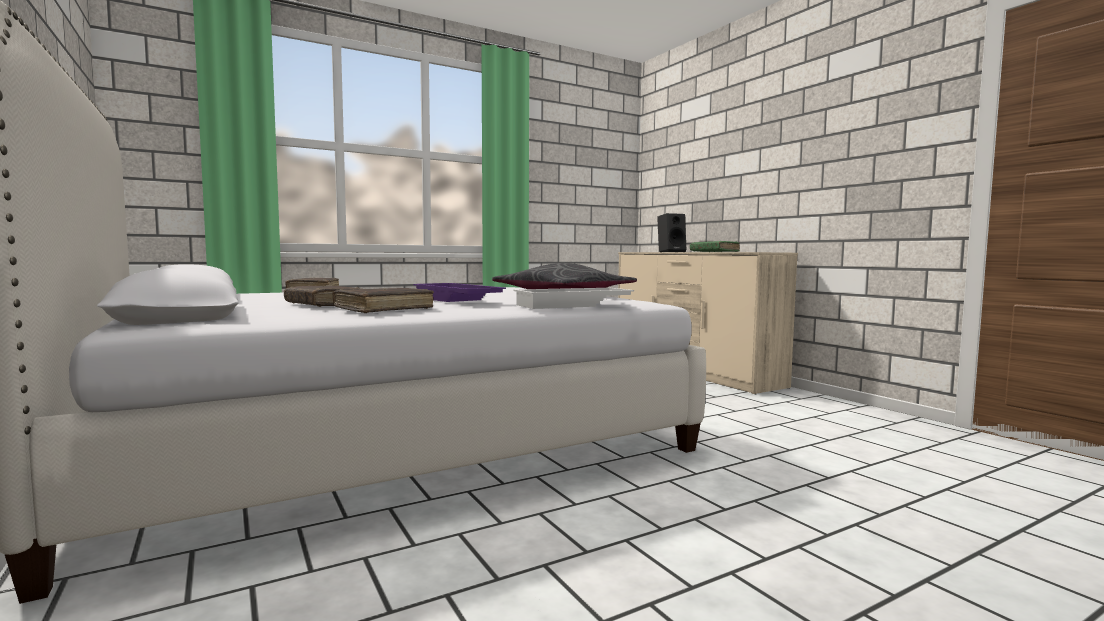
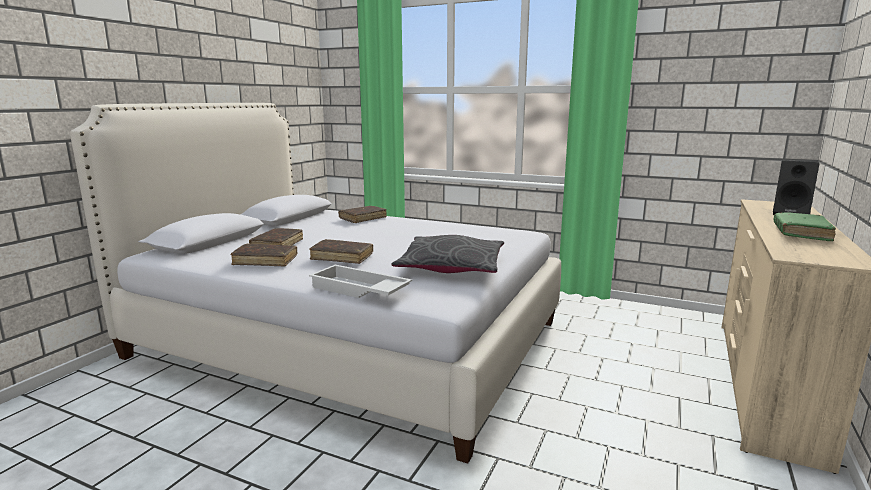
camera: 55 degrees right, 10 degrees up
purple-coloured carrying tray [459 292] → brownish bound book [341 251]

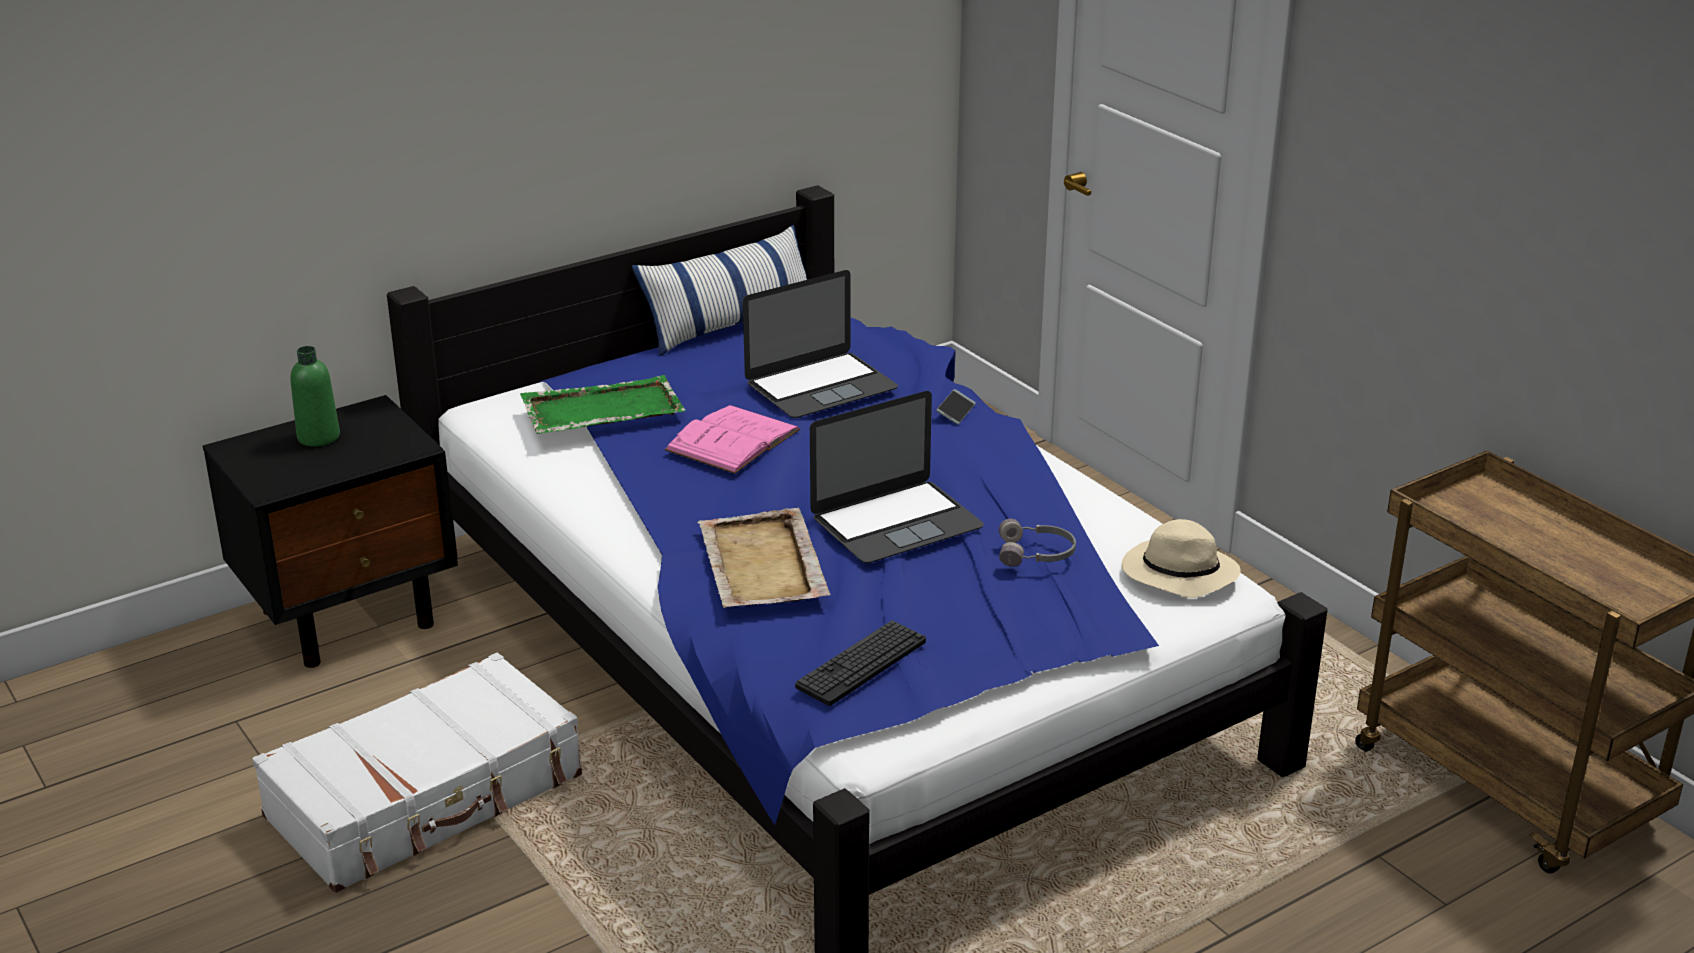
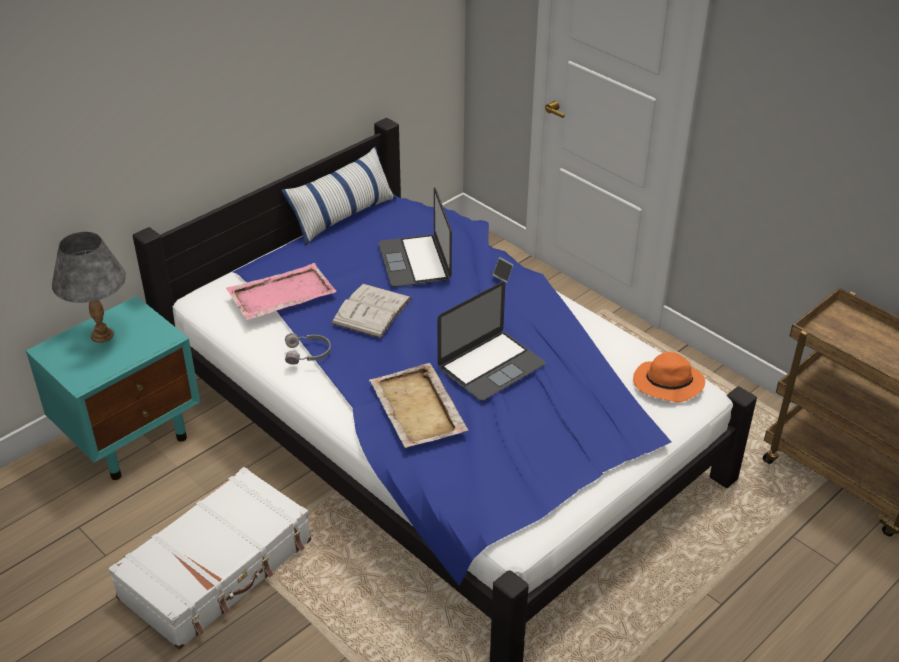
camera: 10 degrees left, 10 degrees up
blackish bedside table [330 531] → turquoise bedside table [113 388]
green-coloured bottle [315 396] → gray lamp for a table [89 287]
green-coloured carrying tray [602 404] → pink carrying tray [281 291]
pink bound book [732 439] → whitish bound book [371 311]
portable computer [820 344] → portable computer [415 237], 120 degrees clockwise
PC keyboard [860 663] → -
gray pair of headphones [1037 543] → gray pair of headphones [308 349], move
sand-coloured hat [1181 558] → orange hat [669 377]

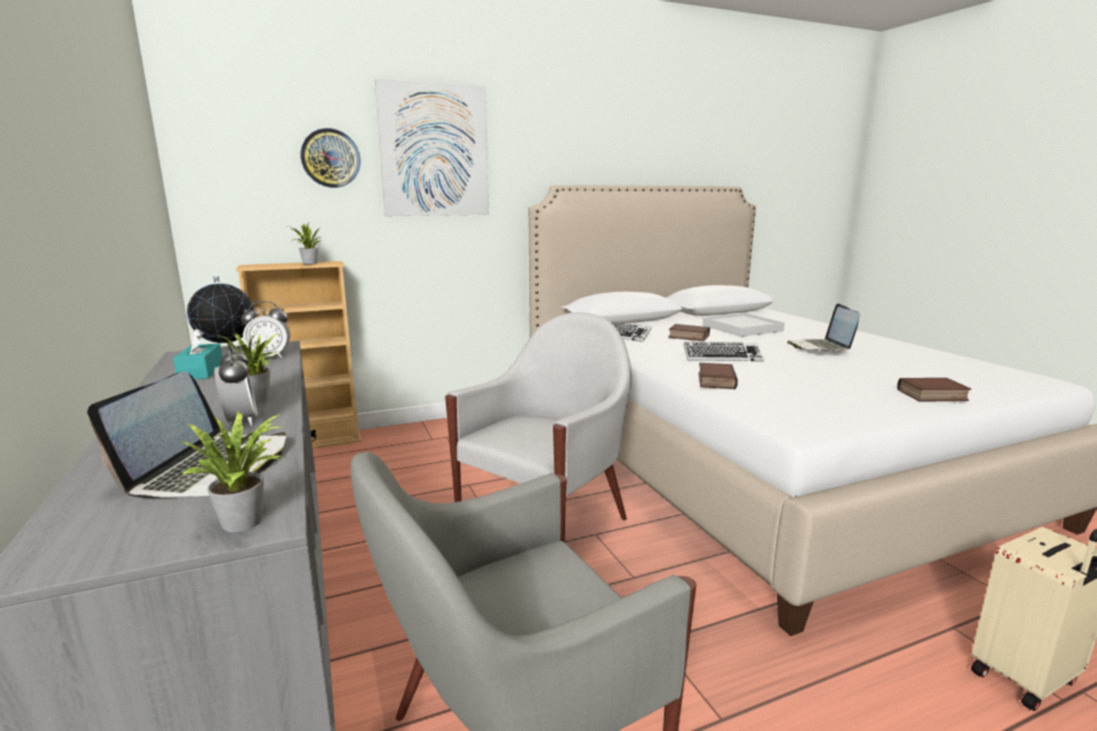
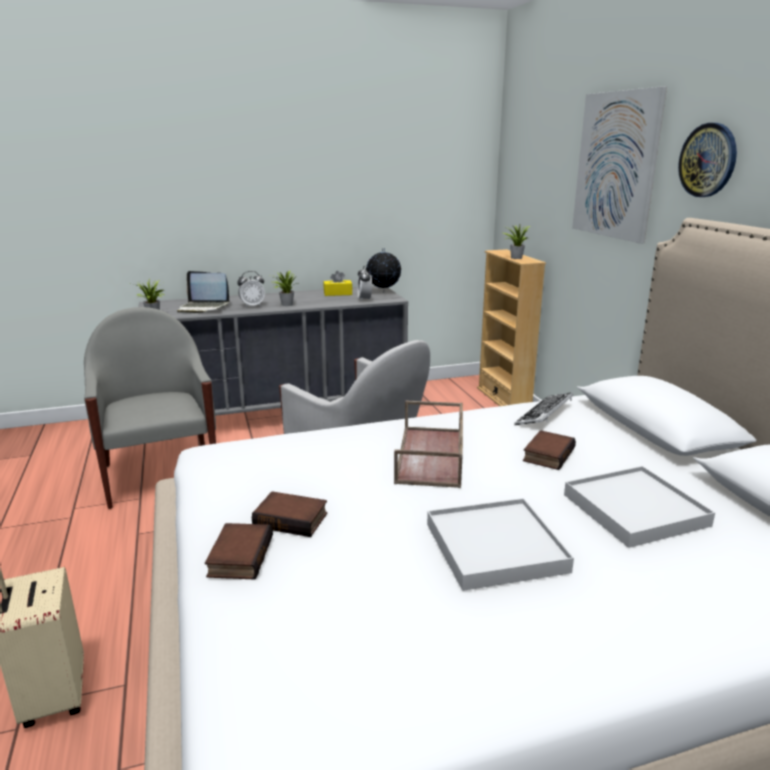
camera: 95 degrees right, 5 degrees up
turquoise tissue box [197 354] → yellowish tissue box [337 283]
hanging clock [330 158] → hanging clock [707 160], move
PC keyboard [724 351] → brownish carrying tray [428 444]
bound book [718 376] → bound book [289 514], move
portable computer [823 328] → whitish carrying tray [500 544]

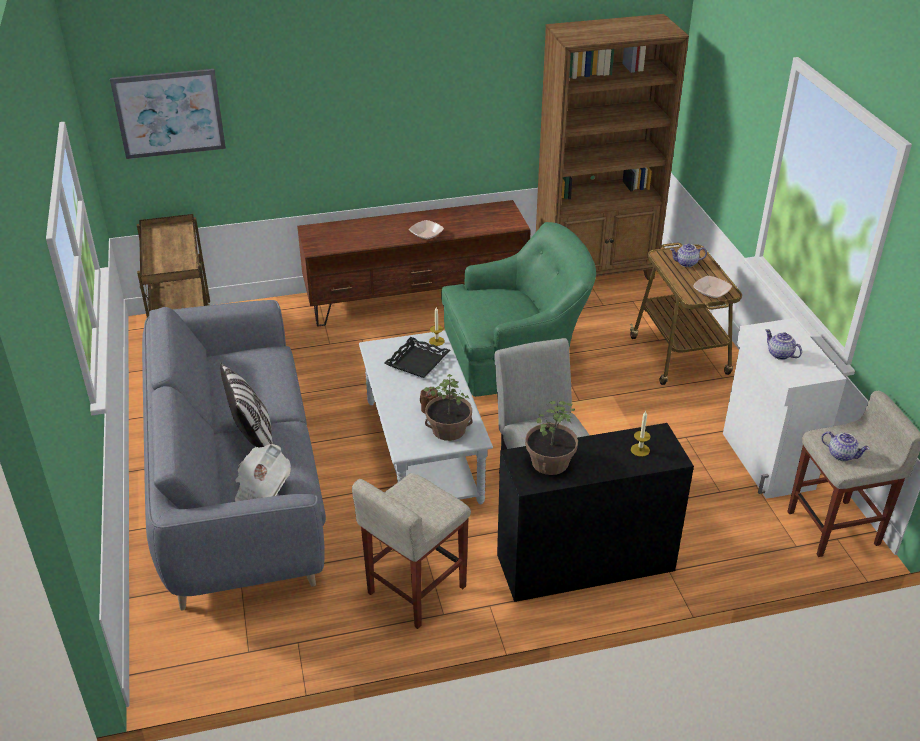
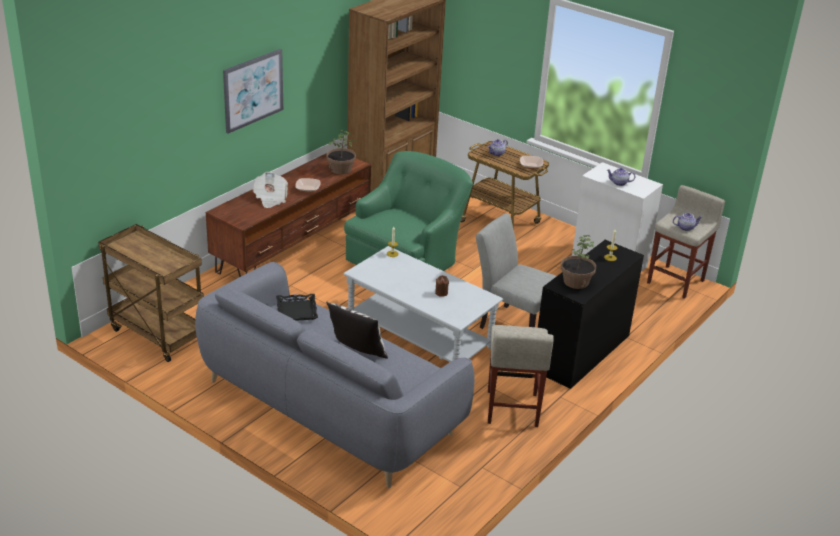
camera: 40 degrees left, 5 degrees down
wall art [168 114] → wall art [253 91], move
printed paper [263 473] → printed paper [270 190], move
blackish carrying tray [417 357] → blackish carrying tray [297 307], move
potted plant [448 407] → potted plant [341 152], move

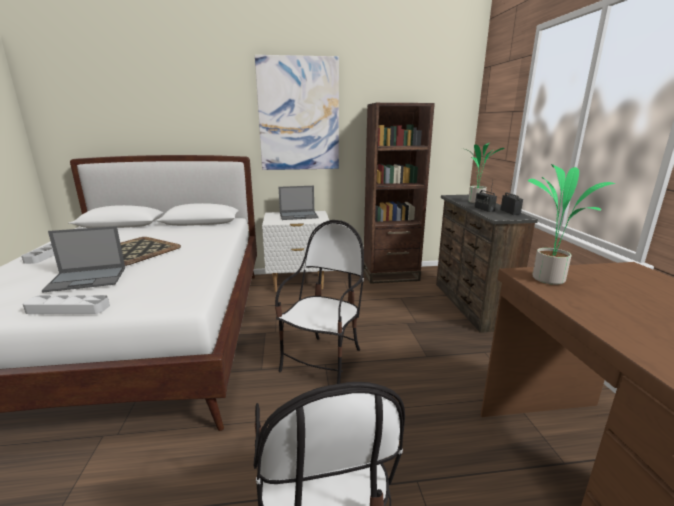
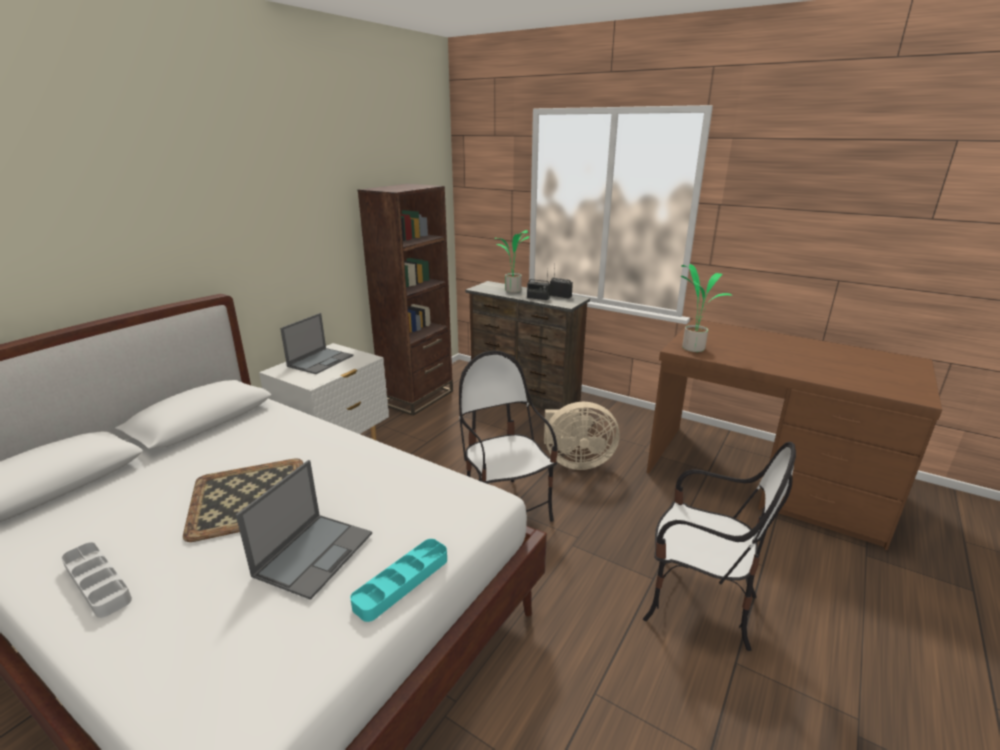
camera: 50 degrees left, 5 degrees up
gray carrying tray [66 304] → turquoise carrying tray [398 580]
wall art [297 112] → -
- → sand-coloured cooling fan [581 436]

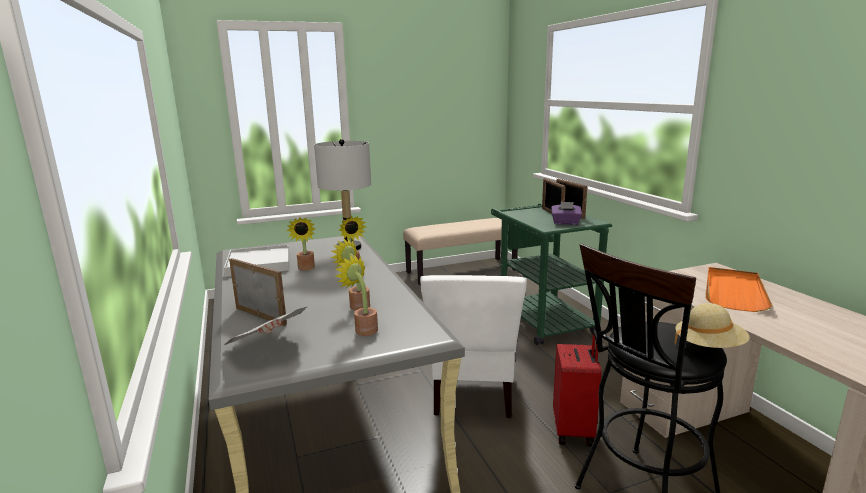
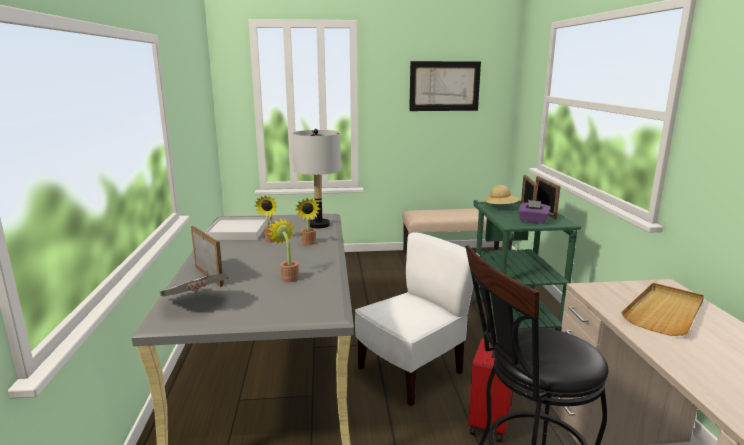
camera: 15 degrees right, 0 degrees up
potted plant [357 295] → -
whitish chair [473 346] → whitish chair [417 319], 150 degrees counterclockwise
sand-coloured hat [712 325] → sand-coloured hat [502 194], move
orange carrying tray [738 289] → sand-coloured carrying tray [662 309]
- → wall art [445 86]

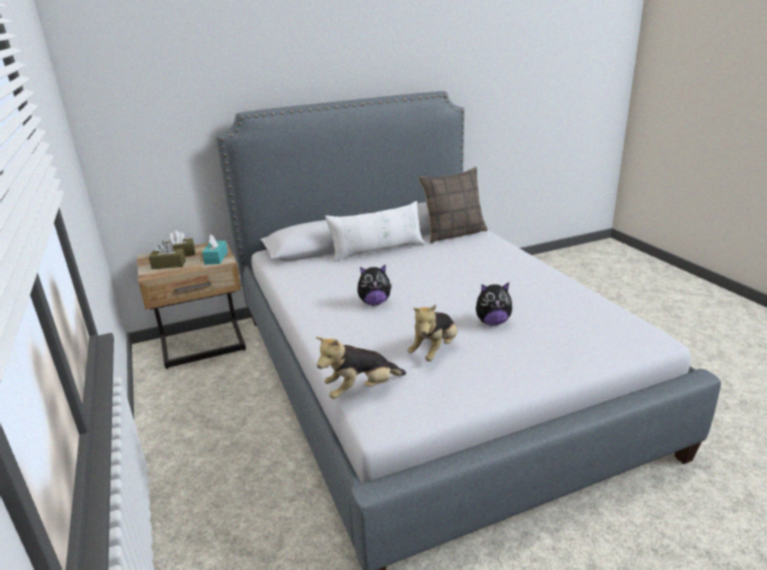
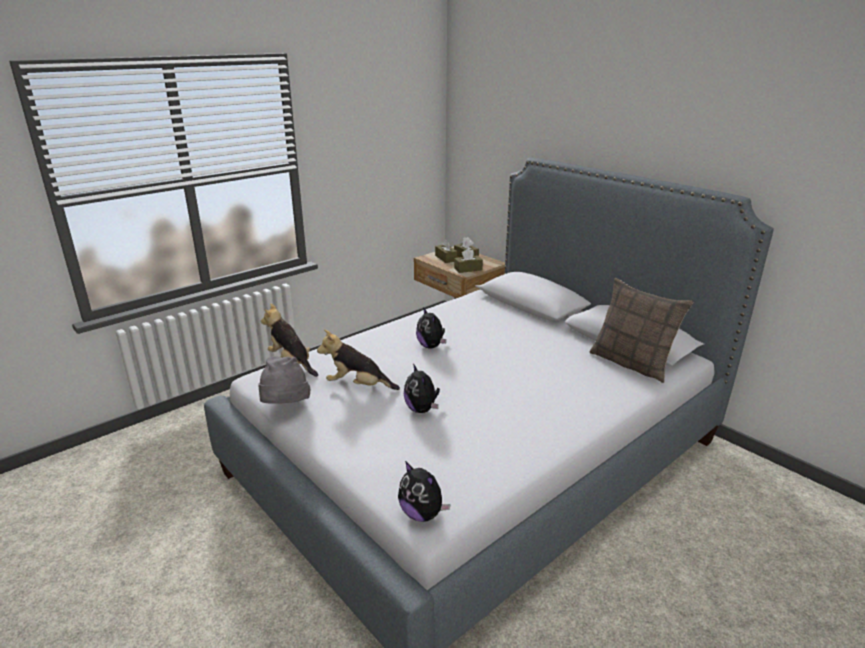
camera: 70 degrees right, 0 degrees up
turquoise tissue box [215 249] → brownish tissue box [468 260]
whitish cushion [375 231] → -
- → gray hat [284 380]
- → soft toy [424 491]

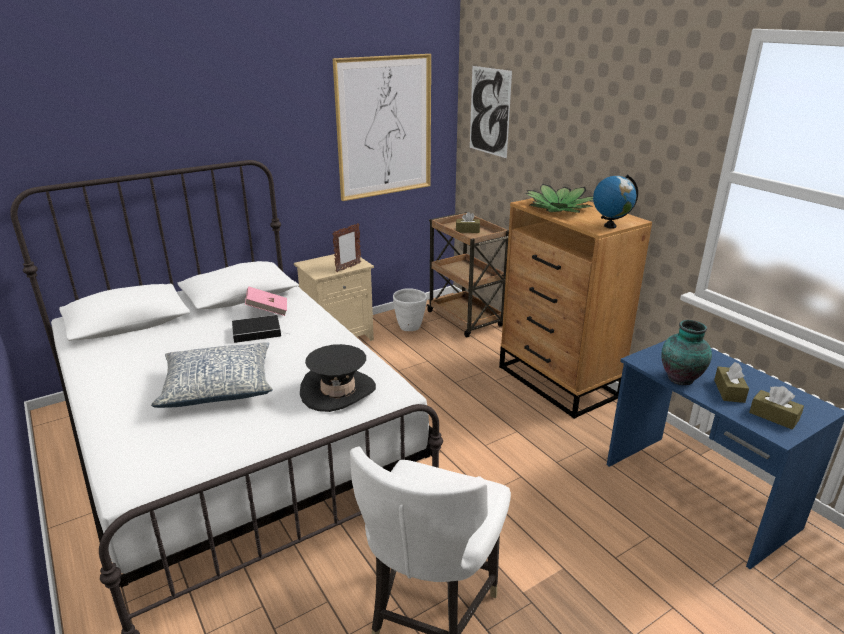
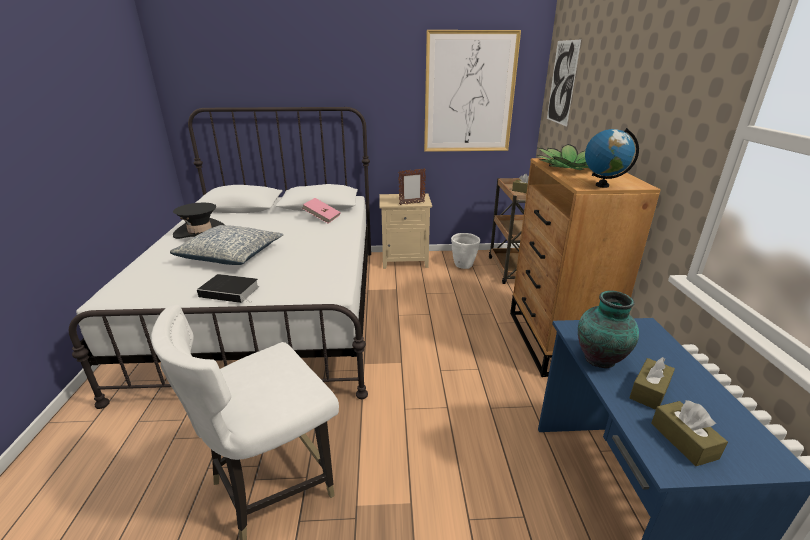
camera: 30 degrees right, 0 degrees up
bound book [261 329] → bound book [228 288], move
blackish hat [338 378] → blackish hat [199 221], move

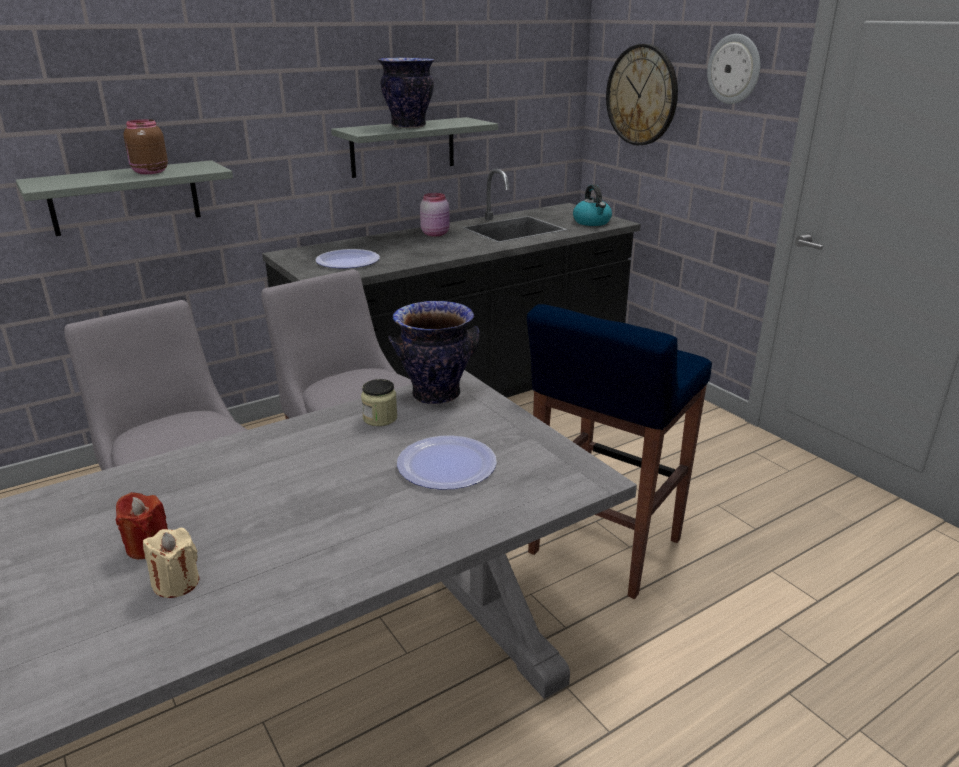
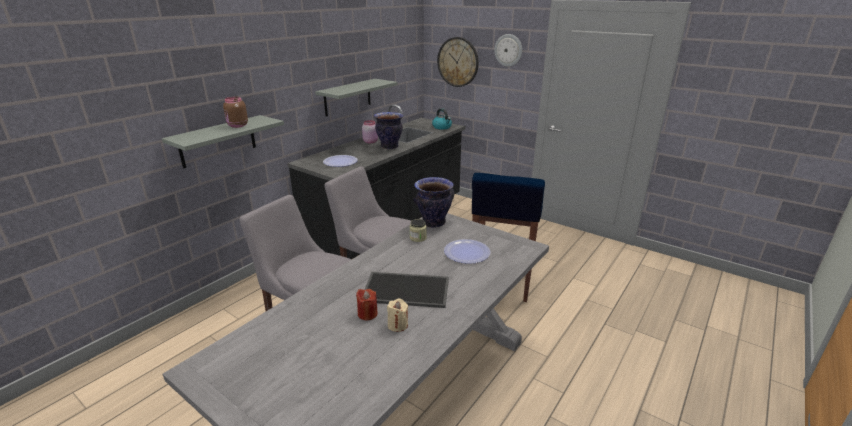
camera: 20 degrees left, 0 degrees up
decorative vase [406 93] → decorative vase [388 130], move
- → carrying tray [407 290]

